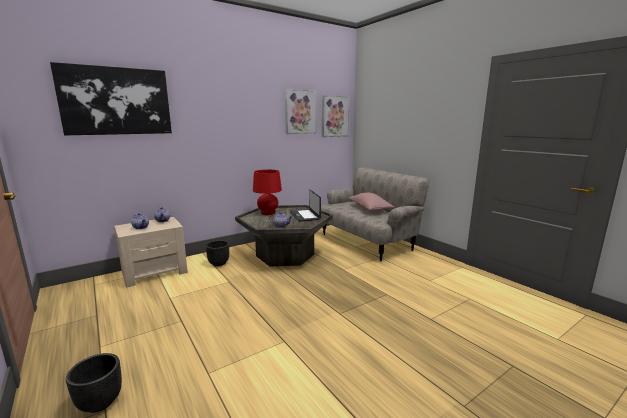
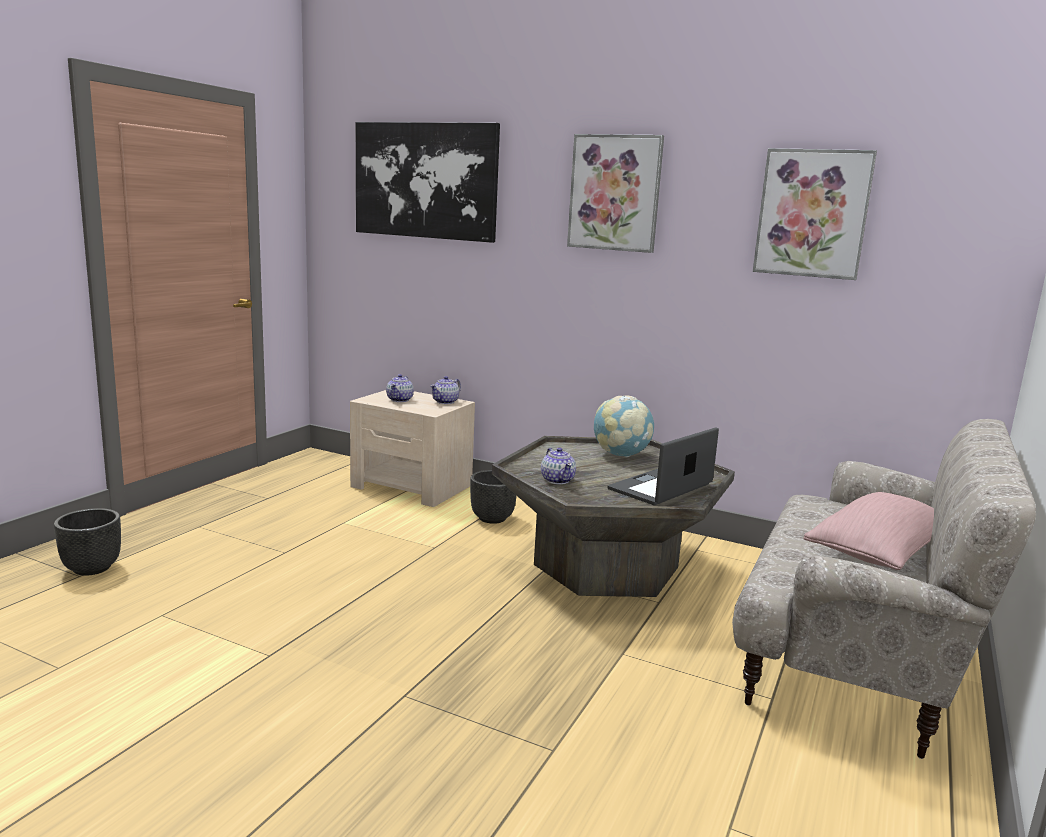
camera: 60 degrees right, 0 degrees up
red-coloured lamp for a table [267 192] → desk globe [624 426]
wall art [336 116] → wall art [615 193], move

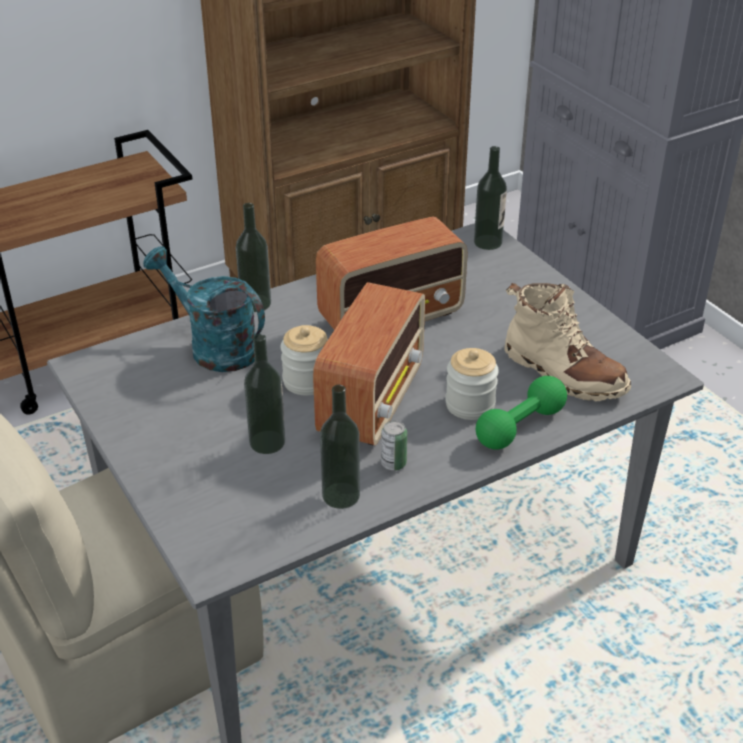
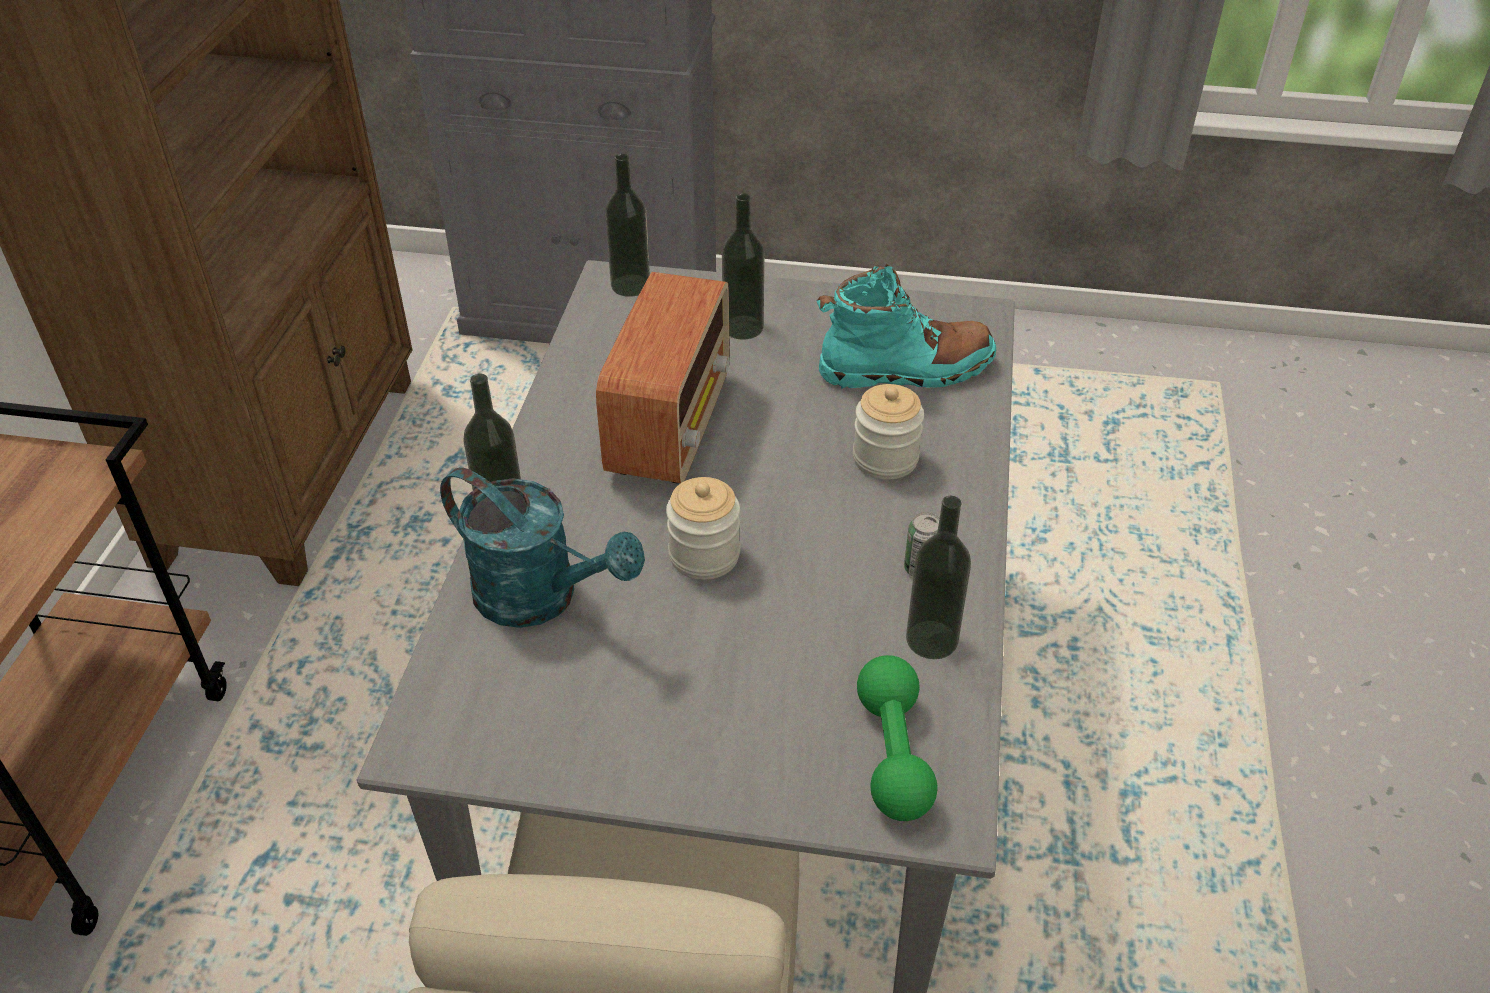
camera: 50 degrees left, 5 degrees up
turquoise watering pot [204 309] → turquoise watering pot [542 548], 135 degrees counterclockwise
bottle [264 394] → bottle [743 266], move
radio [369 363] → -
green-coloured free weight [521 413] → green-coloured free weight [897 738], move
sand-coloured tall boot [567 342] → turquoise tall boot [906 326]

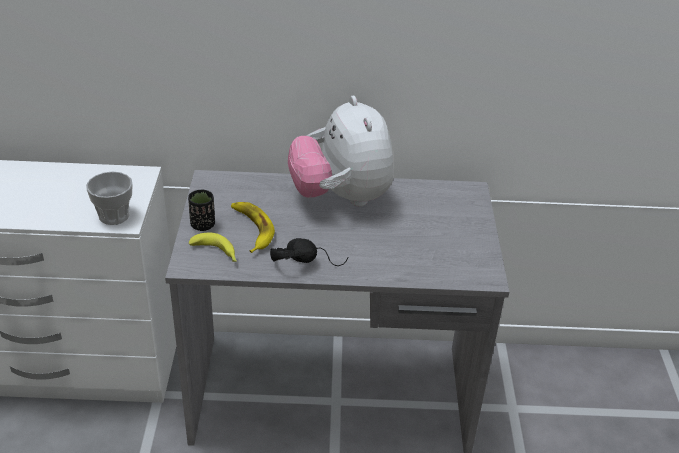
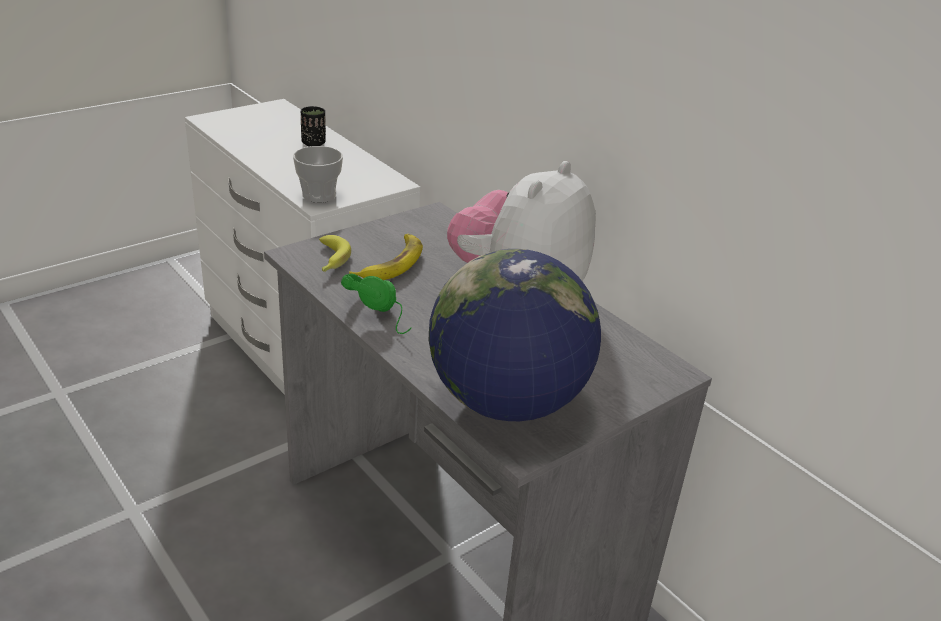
camera: 50 degrees right, 5 degrees down
blackish drinking cup [201 210] → blackish drinking cup [313 126], move
blackish pair of headphones [309 252] → green-coloured pair of headphones [376 304]
- → desk globe [515 335]

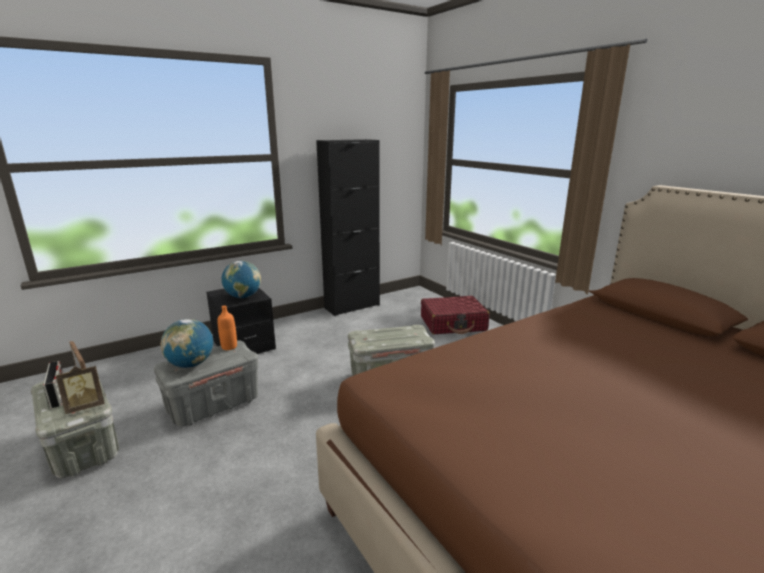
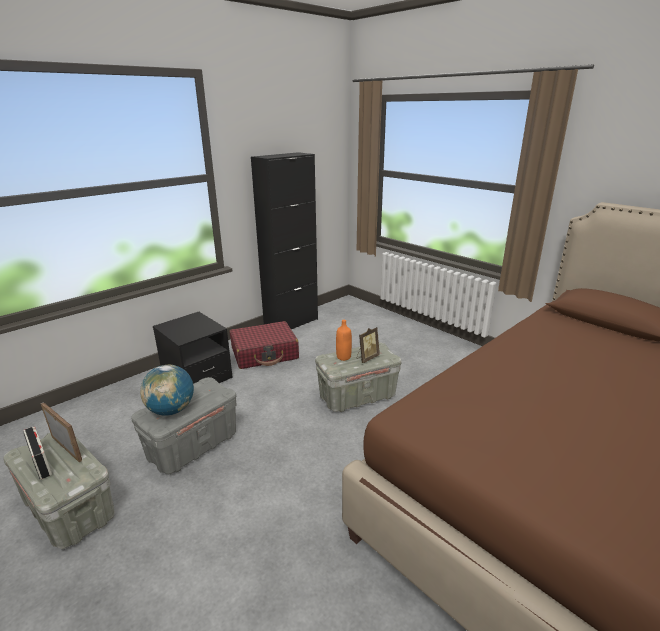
camera: 10 degrees left, 5 degrees up
photo frame [80 390] → photo frame [368 345], move
orange bottle [227 327] → orange bottle [344 340], move
desk globe [241 279] → -
red-coloured suitcase [455 315] → red-coloured suitcase [264 345], move

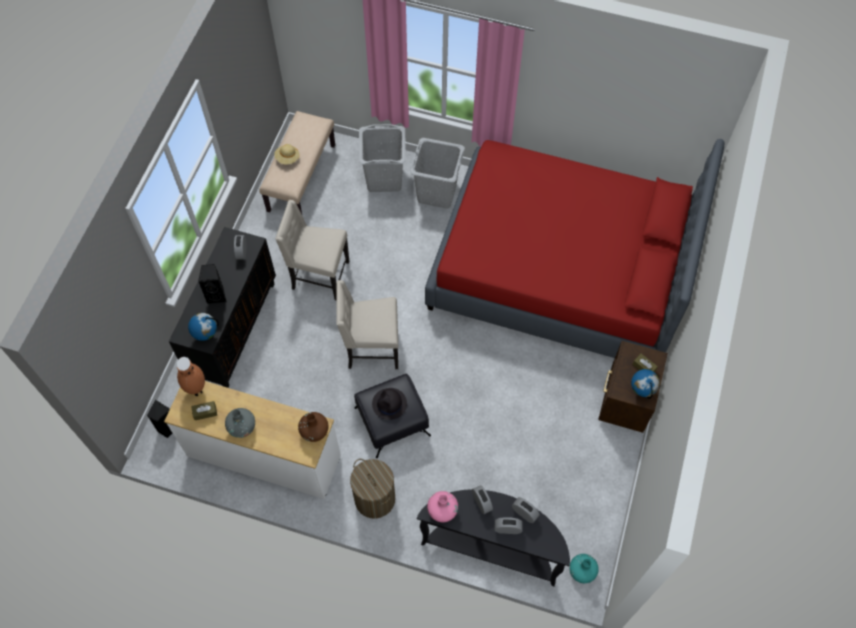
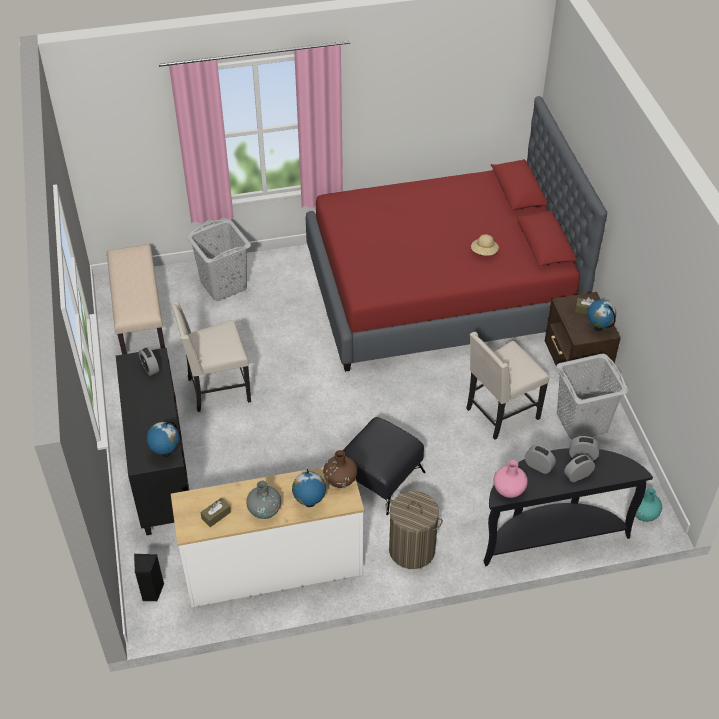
camera: 30 degrees left, 15 degrees down
brownish decorative vase [191 376] → -
blackish loudspeaker [212 284] → -
sand-coloured hat [287 154] → sand-coloured hat [485 245], move
sand-coloured chair [367 324] → sand-coloured chair [507 386], move
blackish hat [389 404] → -
gray washing basket [437 173] → gray washing basket [592 396], move
- → desk globe [309 488]

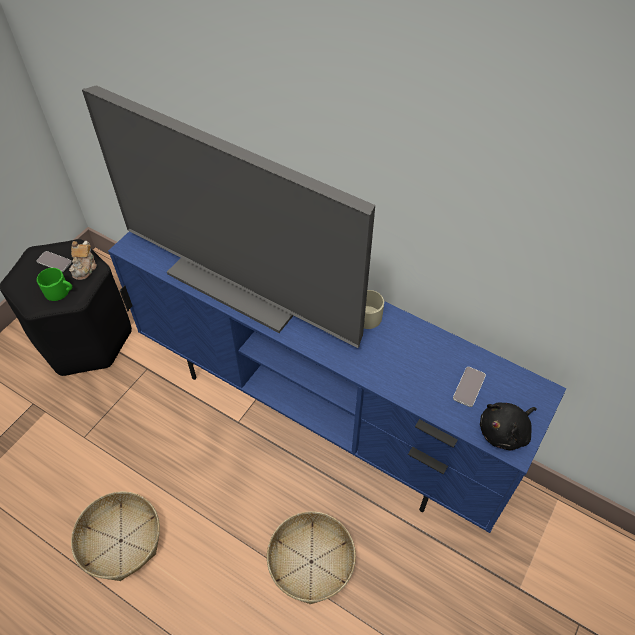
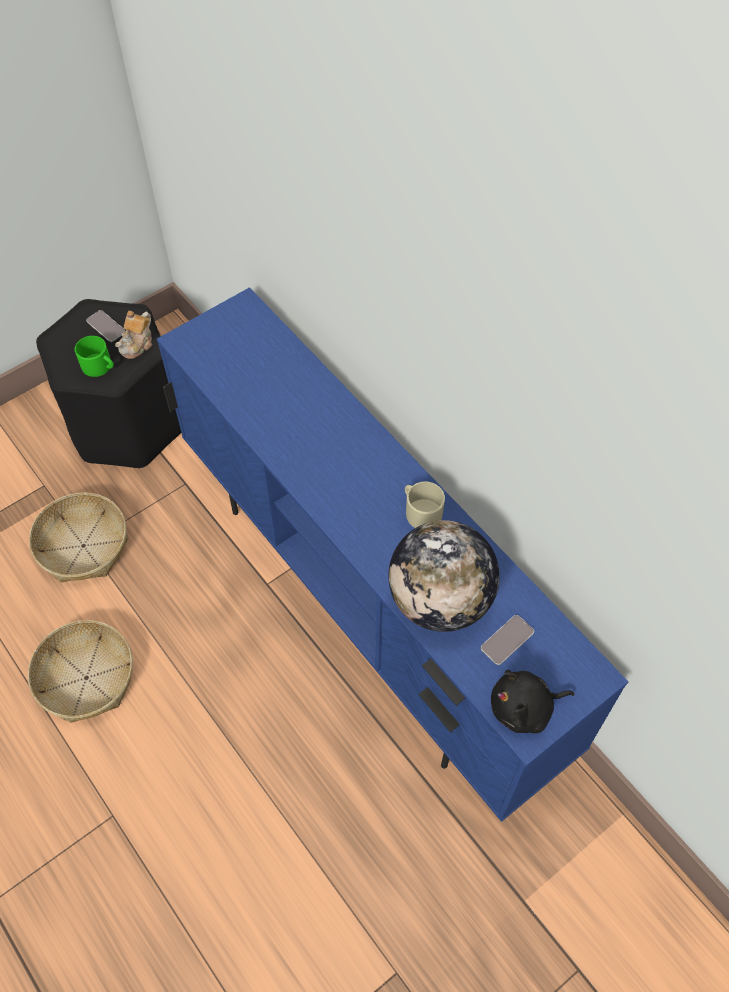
camera: 20 degrees right, 5 degrees up
TV set [228 216] → -
household basket [311 557] → household basket [78 537], move
- → desk globe [444 576]

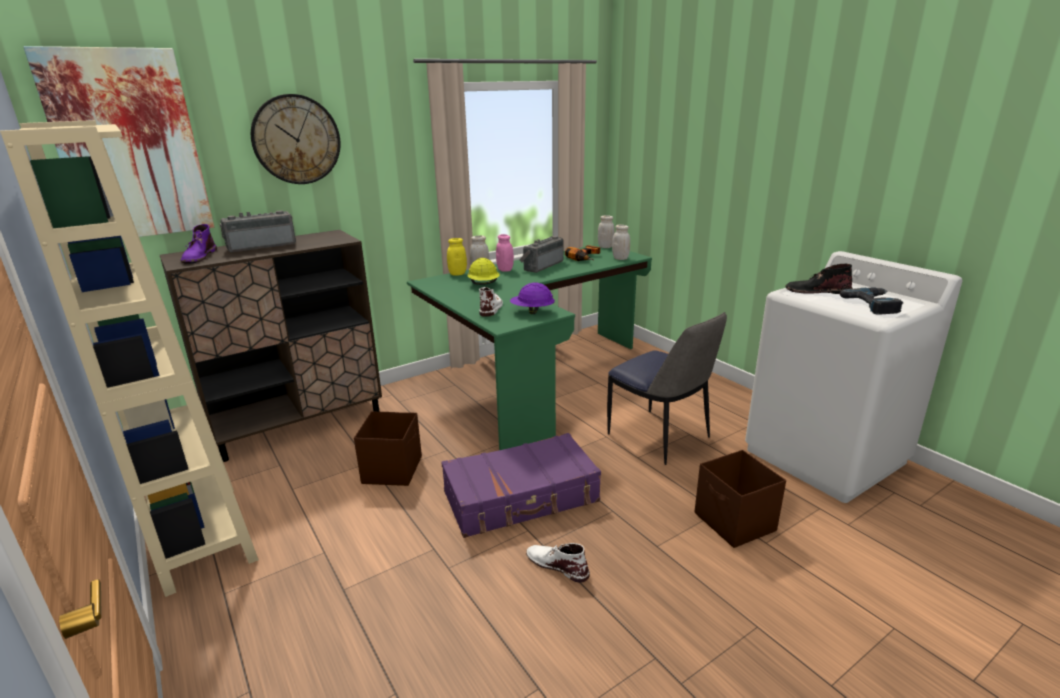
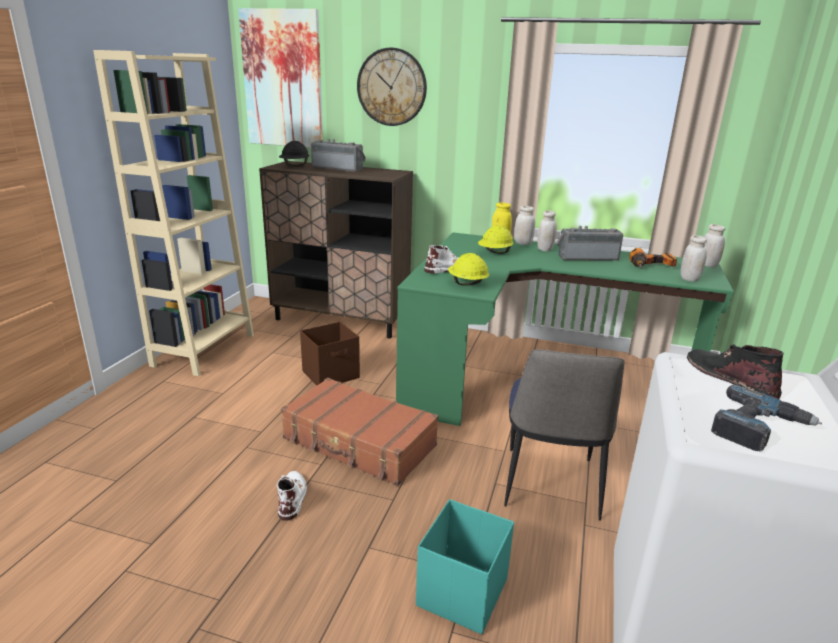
camera: 50 degrees right, 0 degrees up
purple-coloured tall boot [199 244] → blackish safety helmet [294 153]
purple-coloured suitcase [521 485] → brownish suitcase [359 432]
pink storage jar [505 253] → whitish storage jar [547 231]
purple-coloured safety helmet [532 298] → yellowish safety helmet [468 269]
brownish storage container [740 499] → turquoise storage container [465 566]

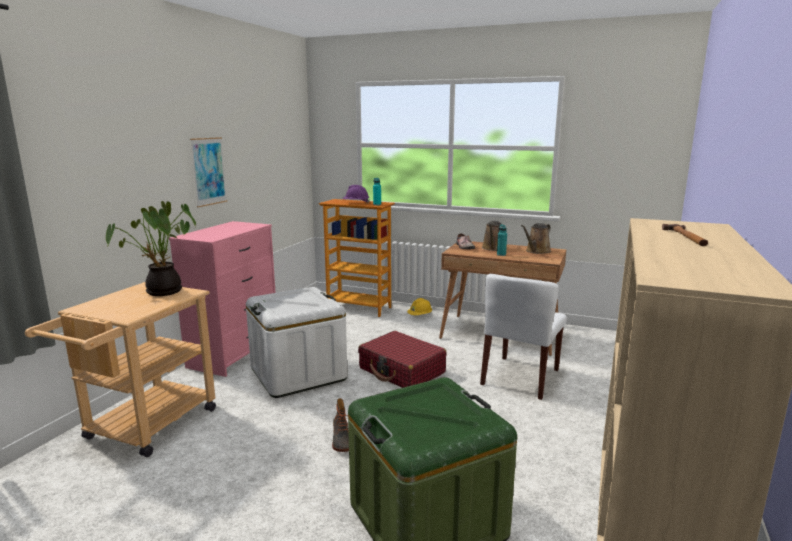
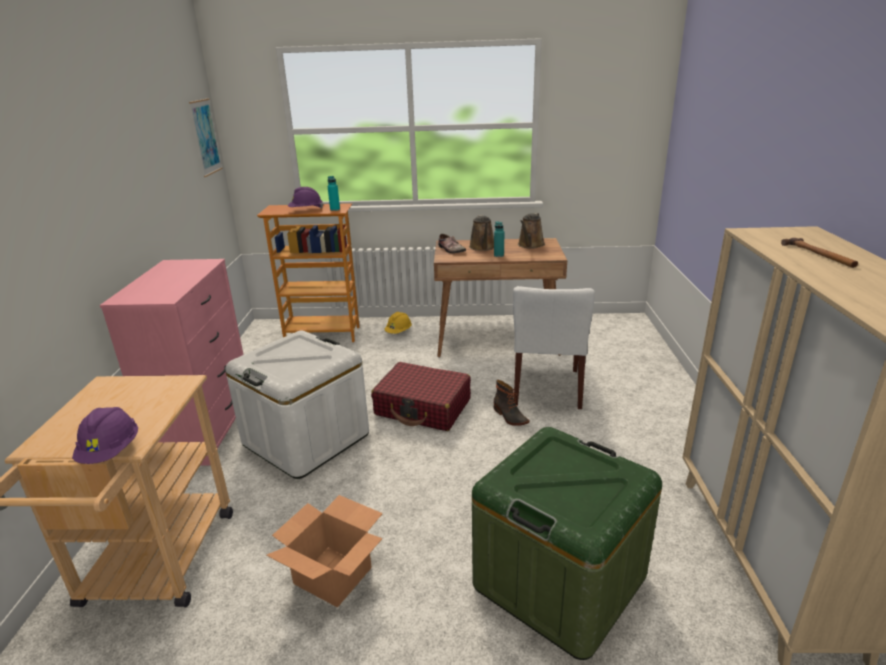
camera: 20 degrees left, 10 degrees up
potted plant [151 248] → -
wall art [208 172] → wall art [206 137], move
tall boot [340 425] → tall boot [511 403], move
- → purple-coloured safety helmet [105 435]
- → packing box [324 551]

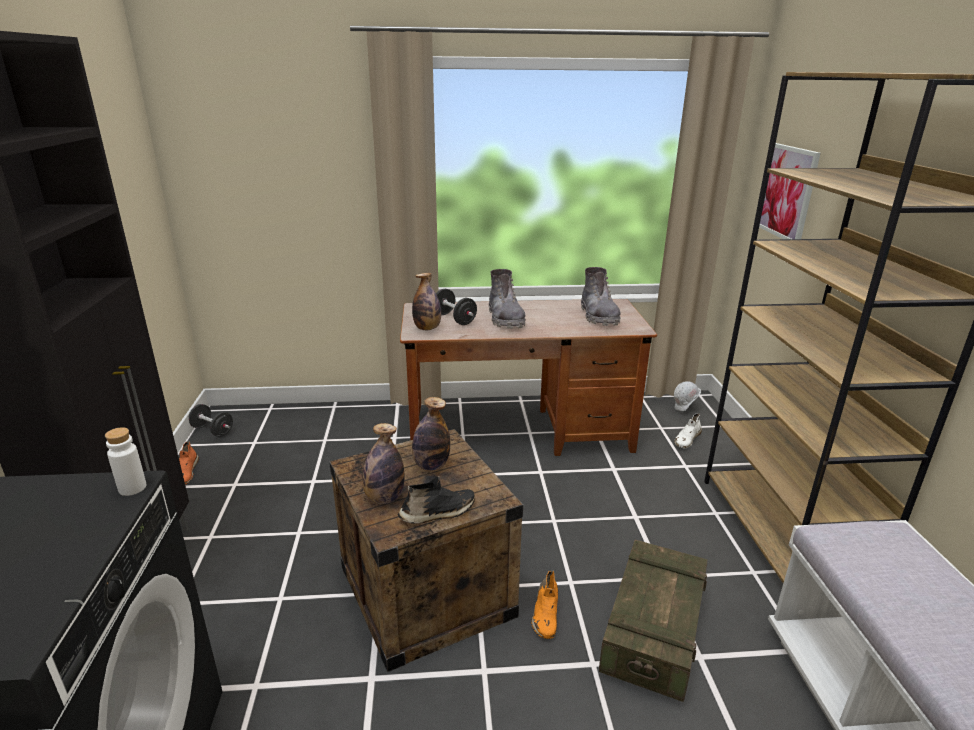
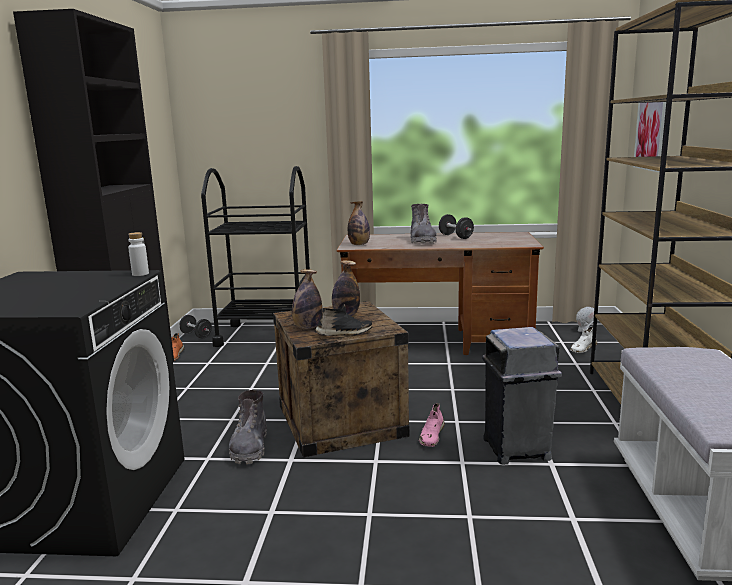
camera: 10 degrees right, 10 degrees down
blackish free weight [456 307] → blackish free weight [456 226], move
orange shoe [544 604] → pink shoe [432 425]
gray tall boot [601 296] → gray tall boot [248 427], move
crate [653 621] → gray rubbish bin [522 396]
- → blackish wheeled cart [255 256]

